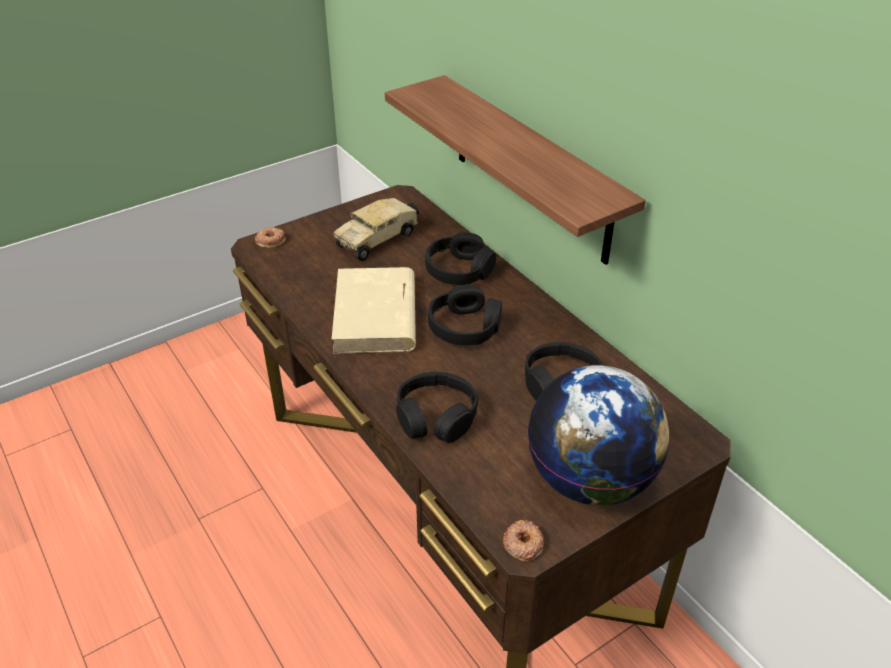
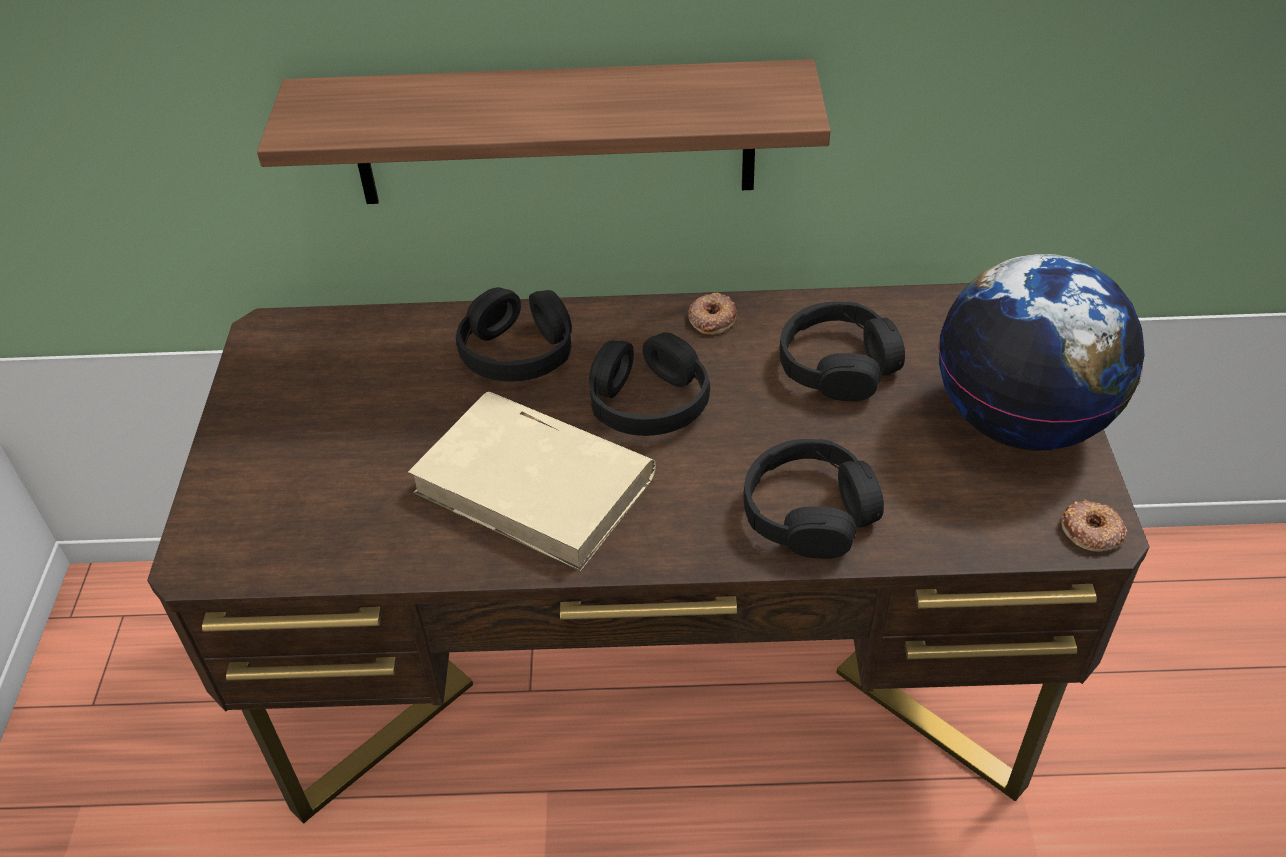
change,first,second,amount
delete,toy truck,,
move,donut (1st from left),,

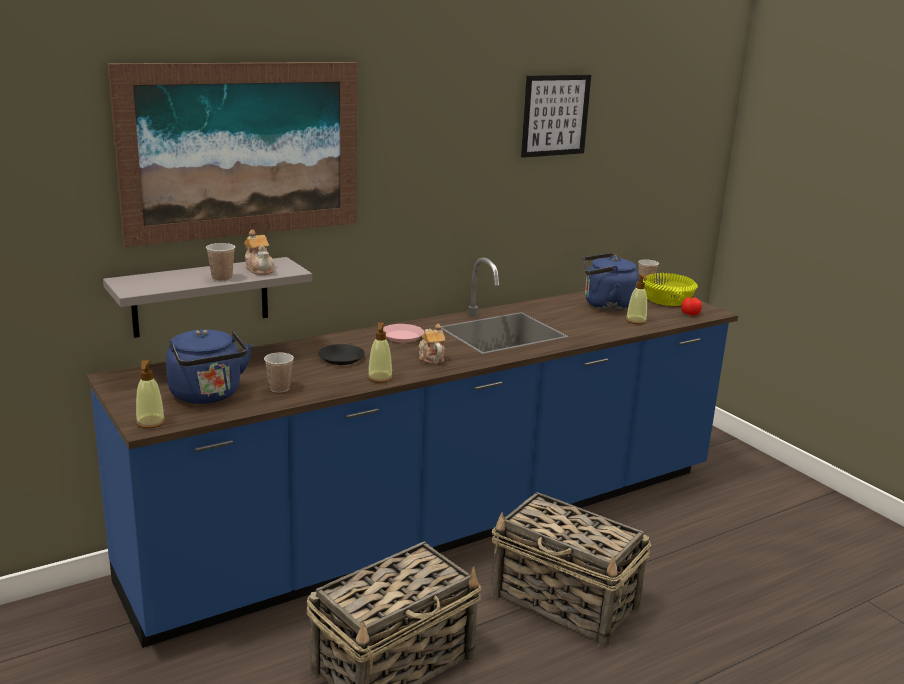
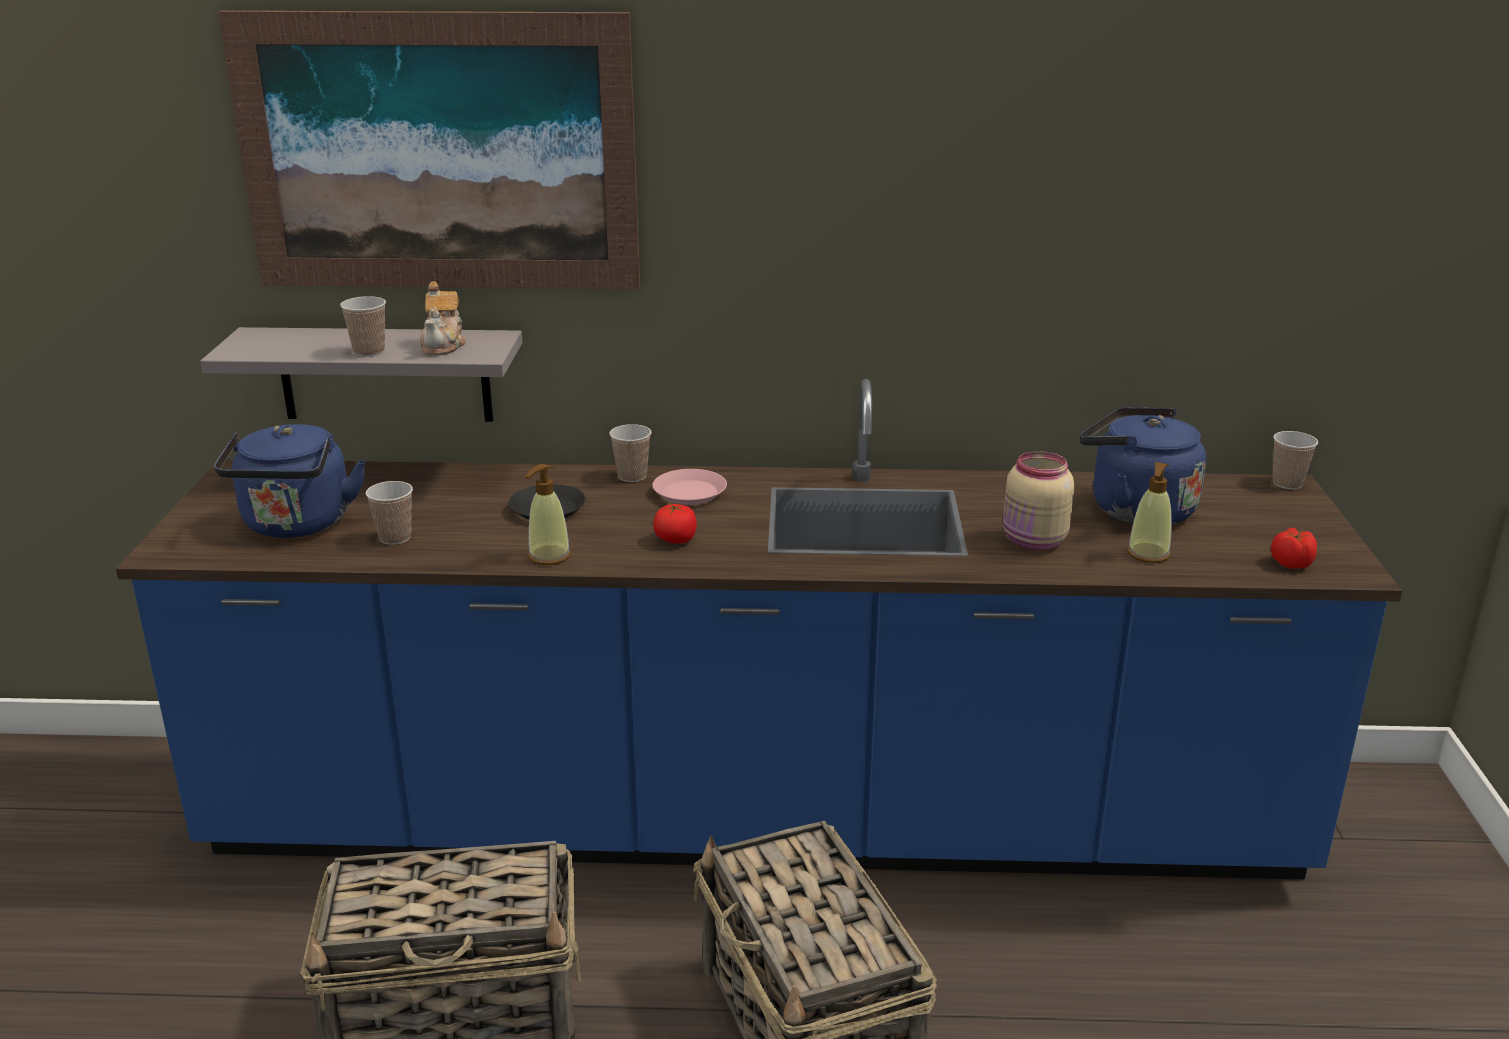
change,first,second,amount
delete,picture (2nd from left),,
delete,yellow bowl,,
replace,teapot (2nd from left),tomato (1st from left),
delete,soap dispenser (1st from left),,
insert,,cup (3rd from left),
insert,,beige jar,

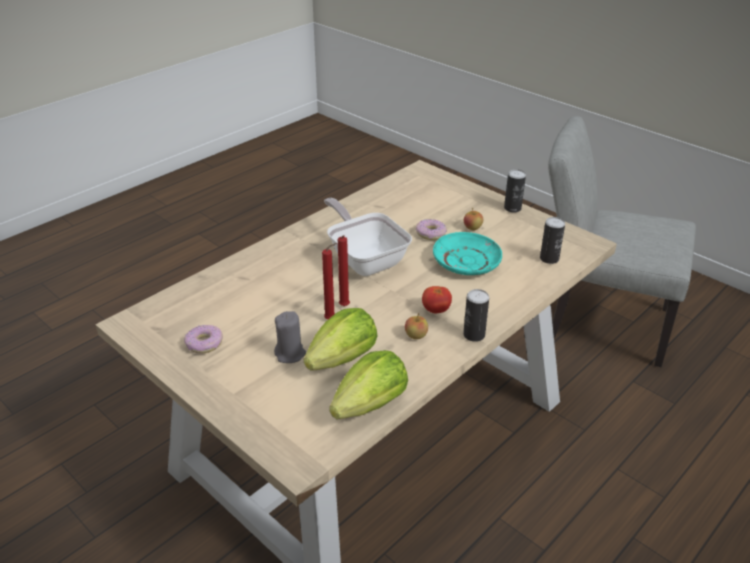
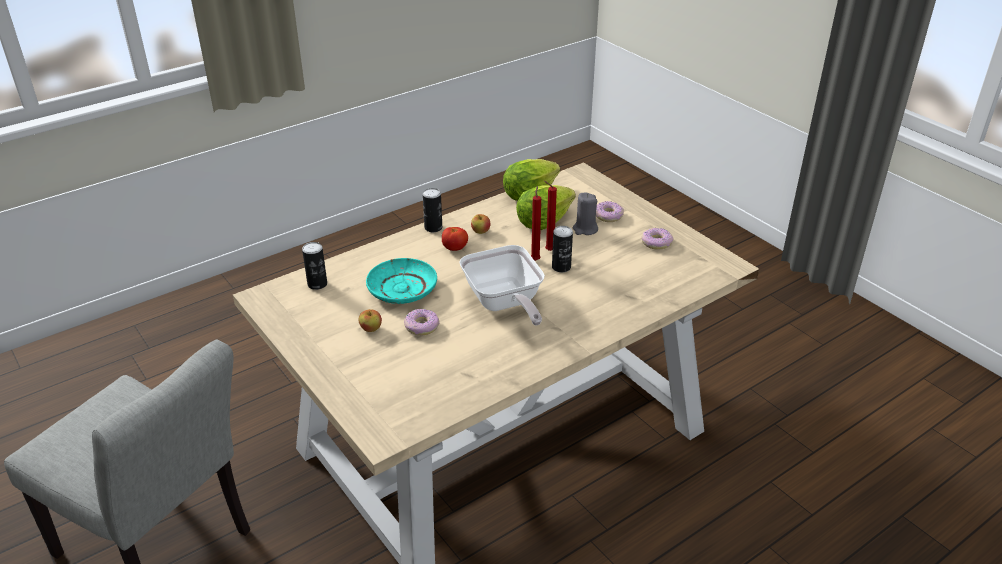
change,first,second,amount
move,can (2nd from left in the first image),can (3rd from left),
insert,,donut (2nd from left),

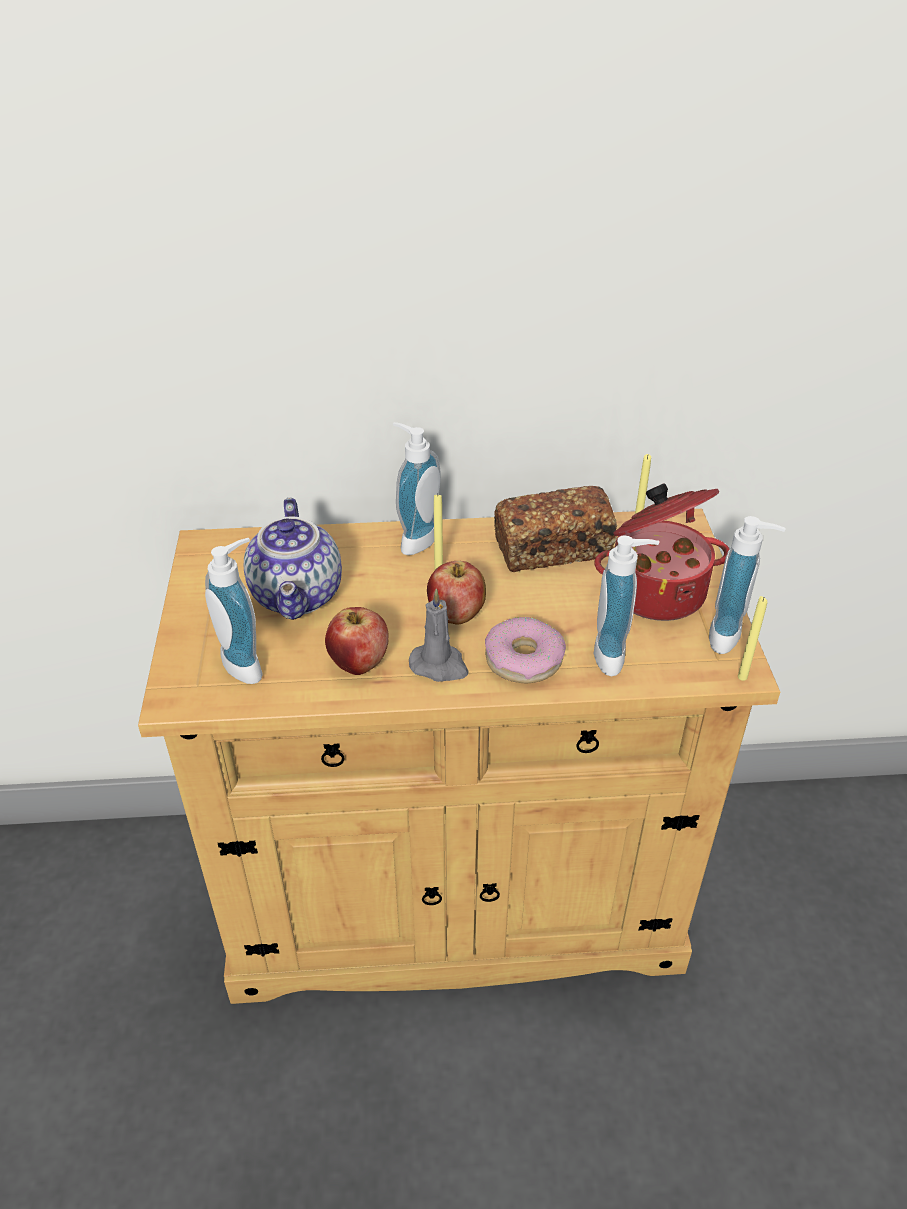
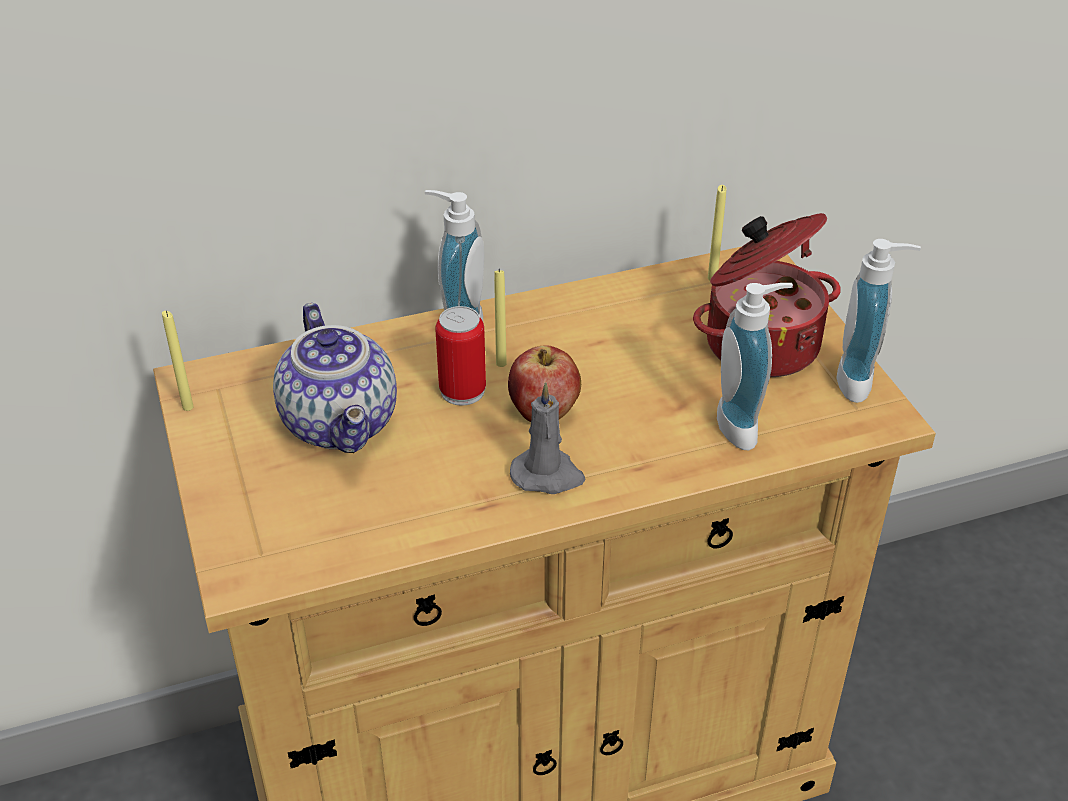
change,first,second,amount
delete,bread,,
delete,soap dispenser (1st from left),,
move,yellow candle (3rd from left in the first image),yellow candle (1st from left),
delete,apple (1st from left),,
delete,donut,,
insert,,can,

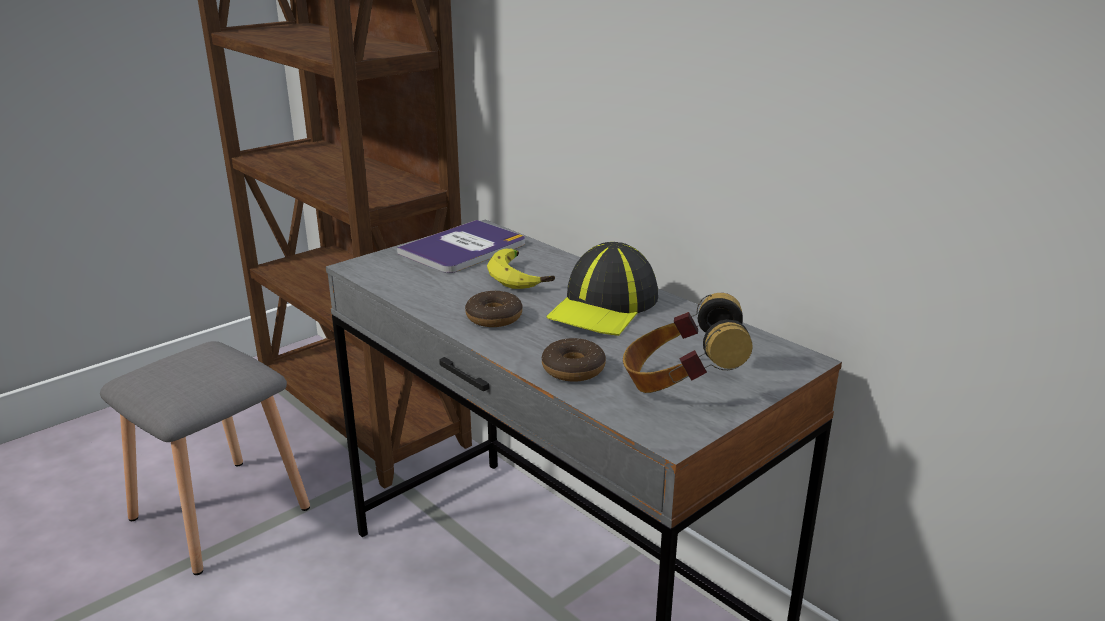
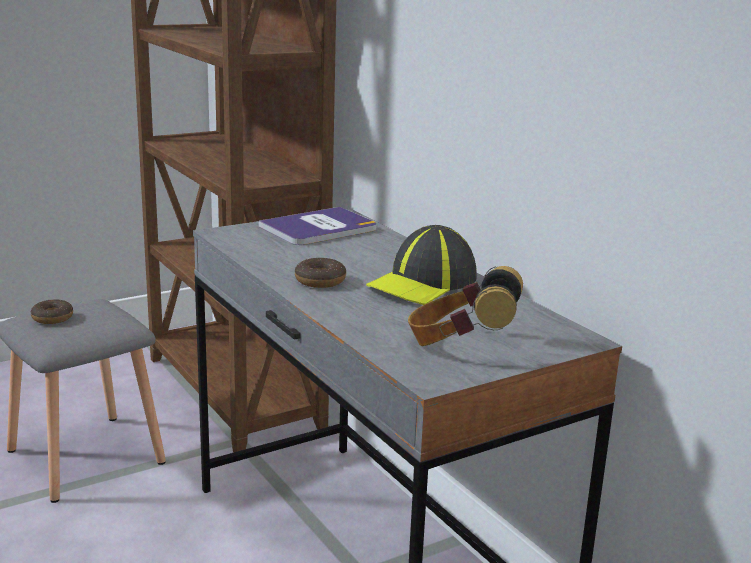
change,first,second,amount
delete,banana,,
move,donut (2nd from left in the first image),donut (1st from left),

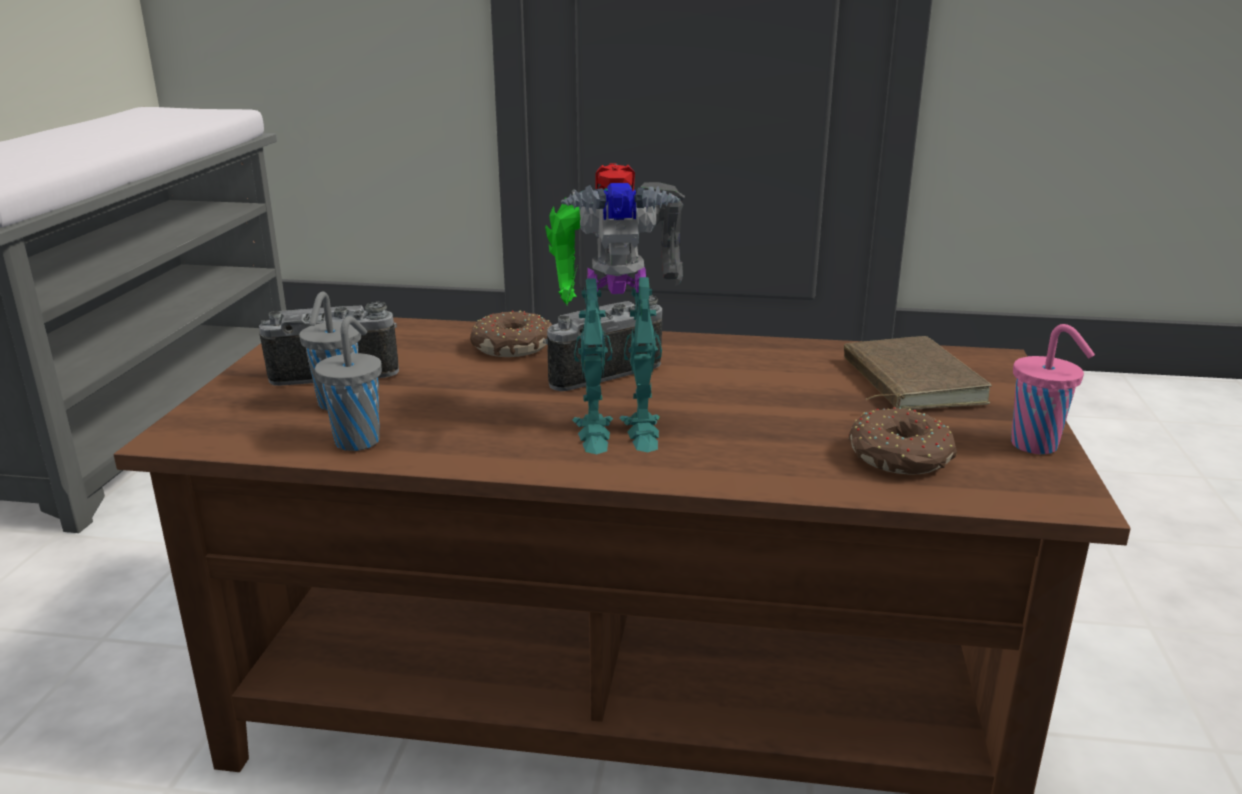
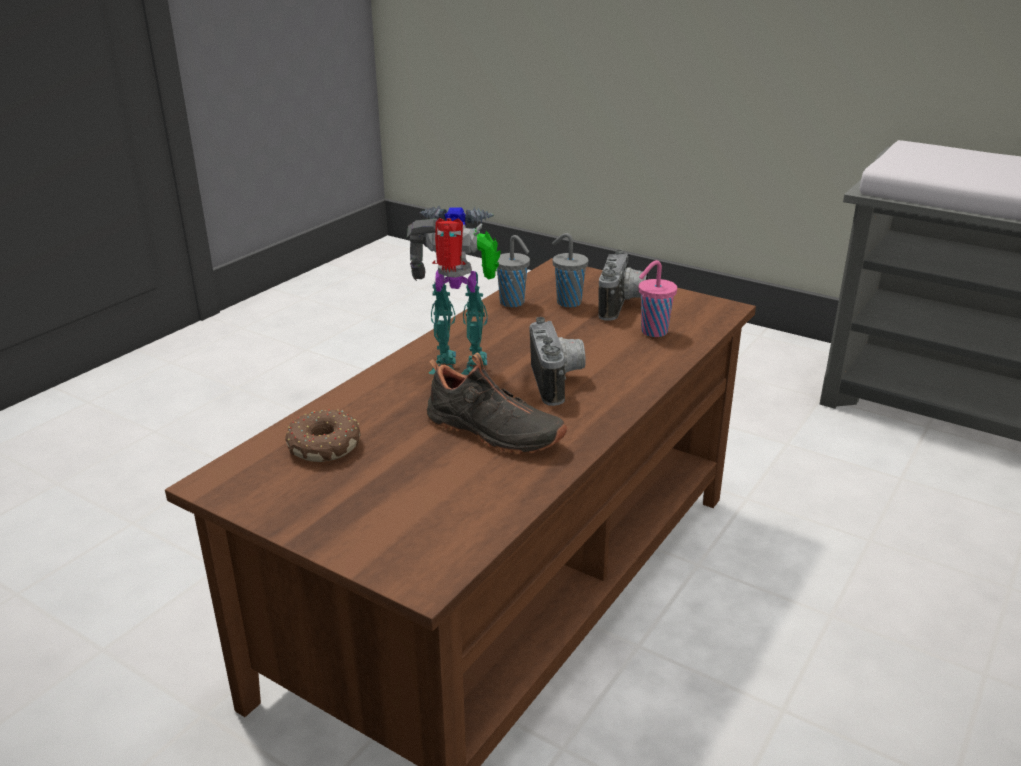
change,first,second,amount
rotate,toy robot,,75 degrees clockwise
delete,donut (1st from left),,
move,pink cup,,
delete,brown book,,
insert,,black shoe,

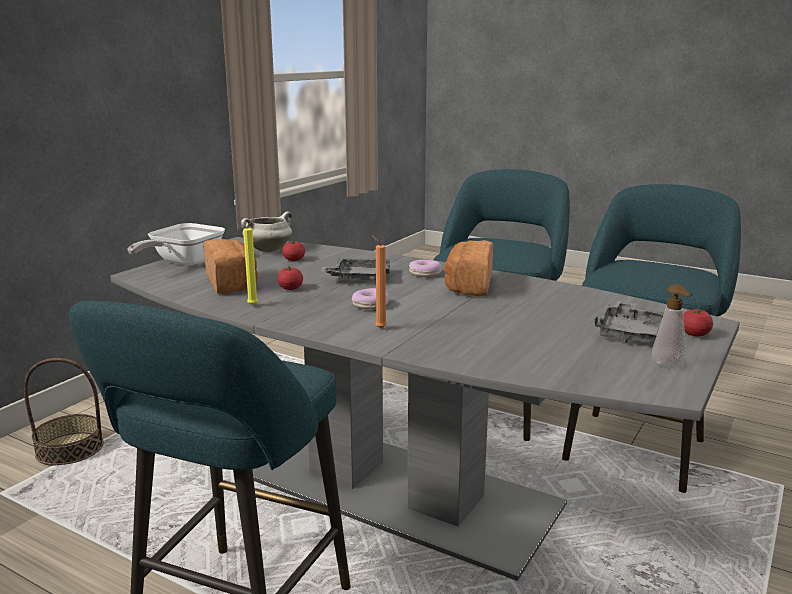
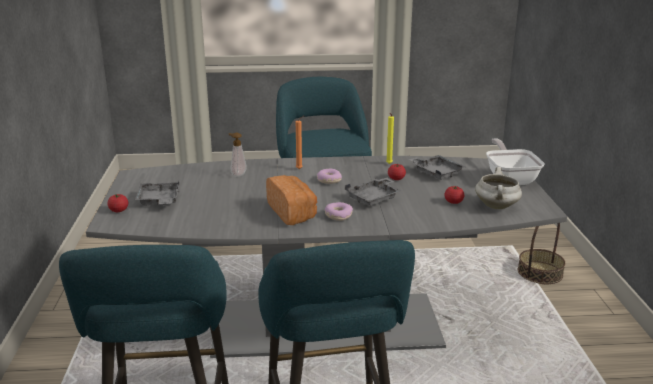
change,first,second,amount
replace,bread (1st from left),grey tray (3rd from left),
move,soap dispenser,,

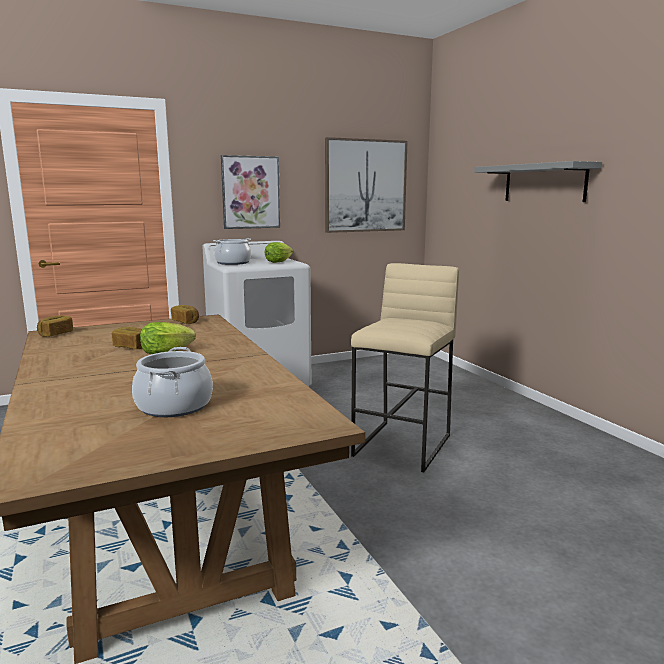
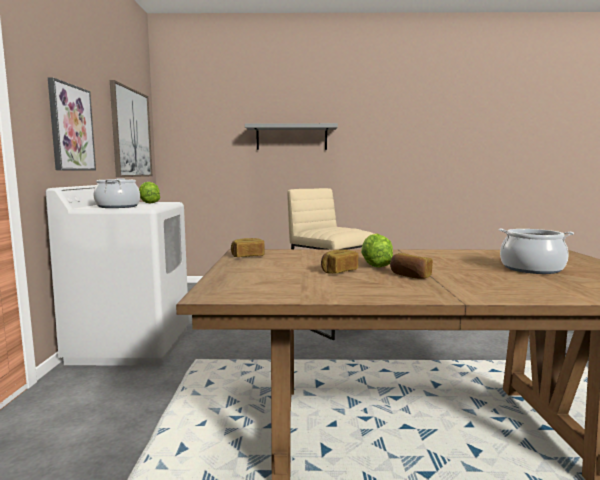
change,first,second,amount
move,bread (1st from left in the first image),bread (3rd from left),

